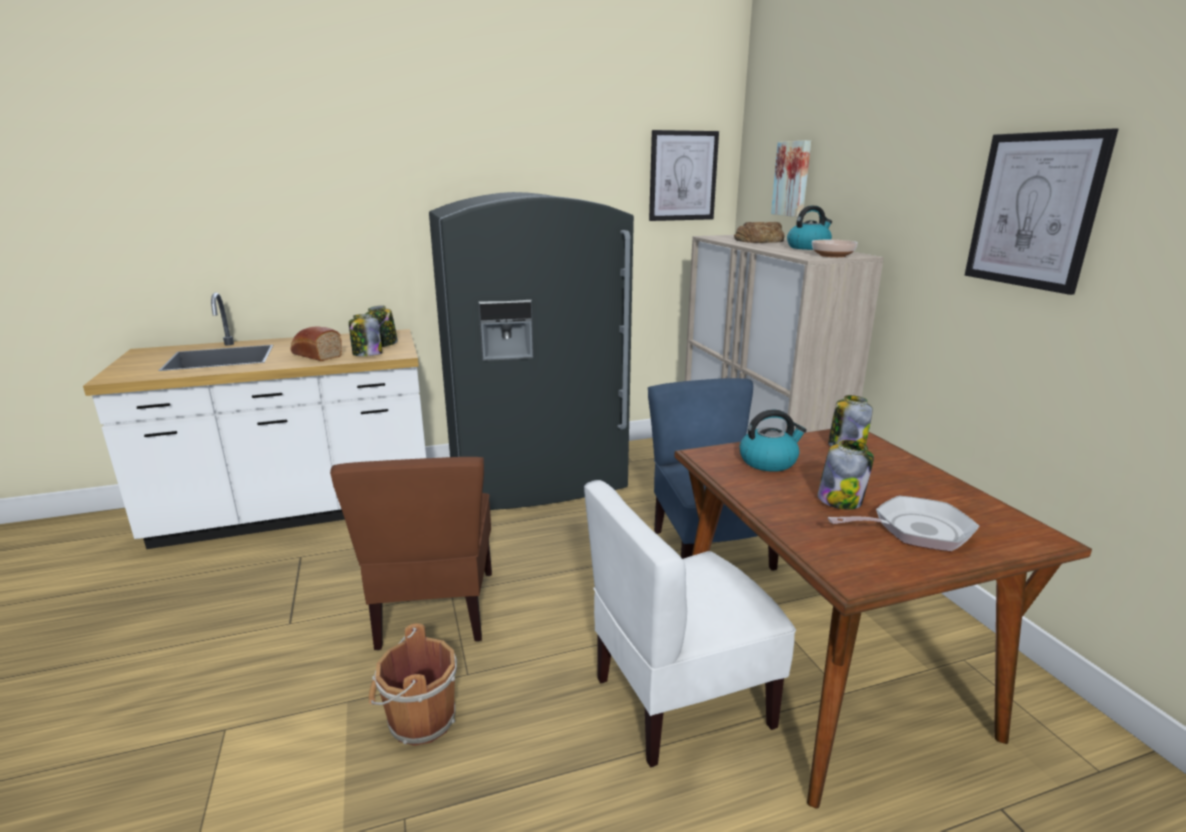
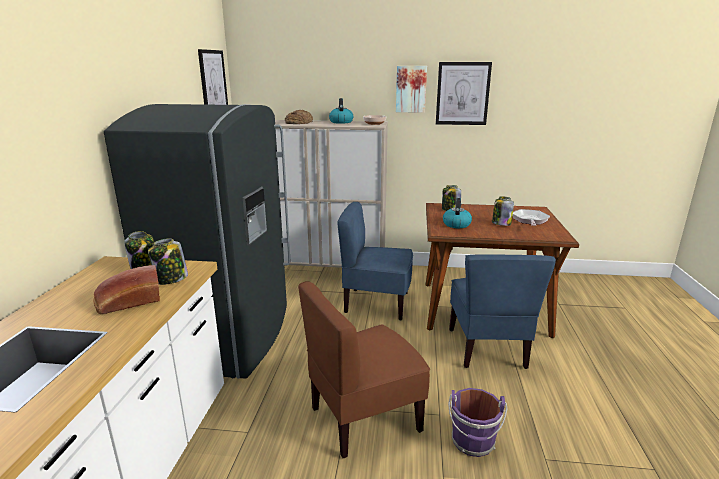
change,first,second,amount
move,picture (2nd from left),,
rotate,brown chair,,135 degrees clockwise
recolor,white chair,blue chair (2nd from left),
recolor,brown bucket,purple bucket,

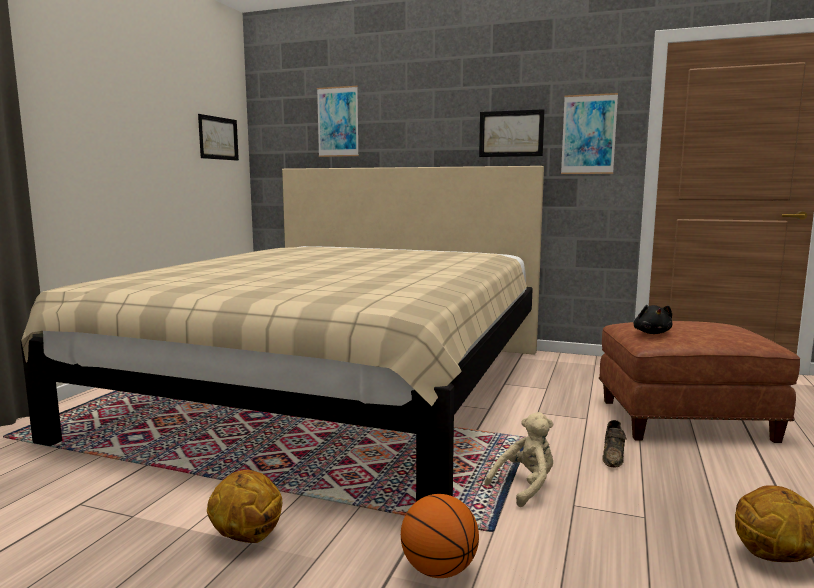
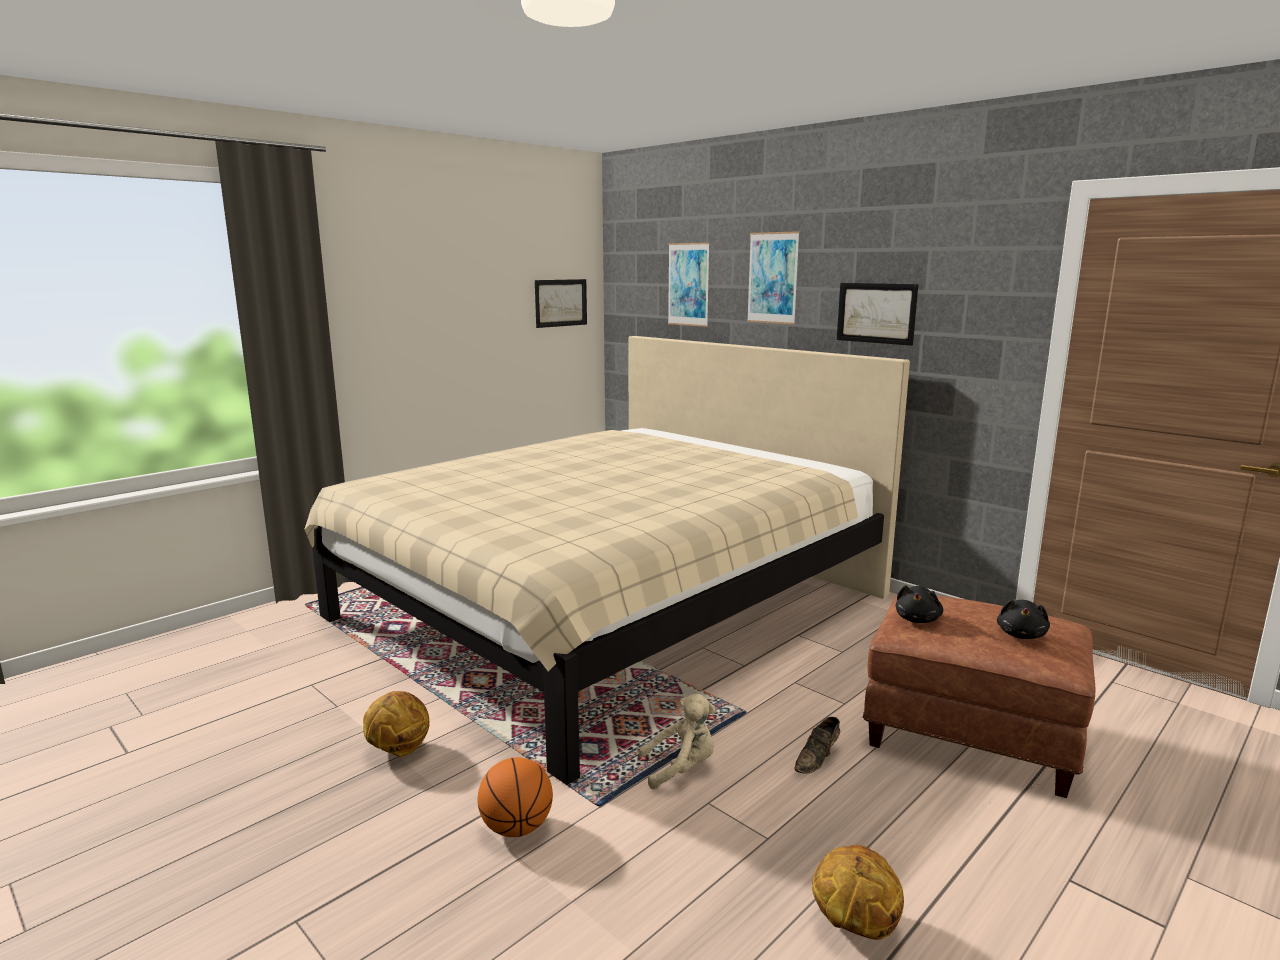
change,first,second,amount
move,picture (4th from left in the first image),picture (3rd from left),
insert,,black plush toy (2nd from left),

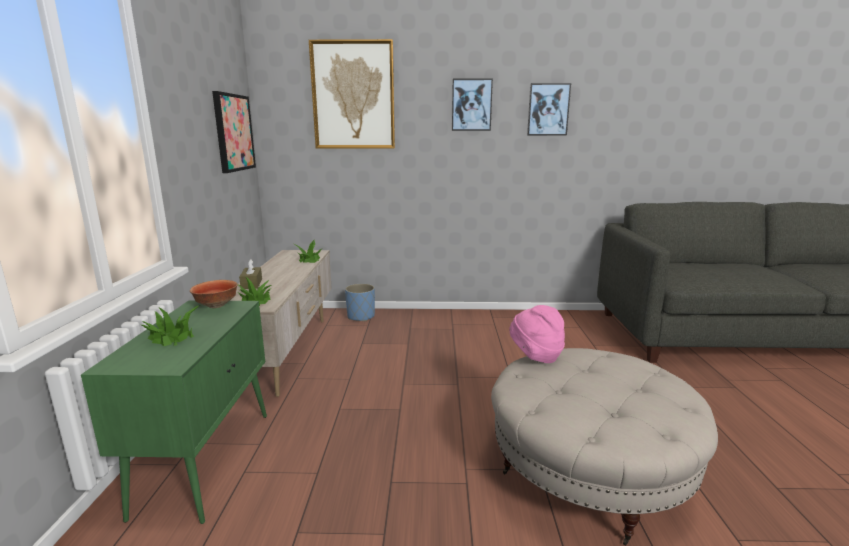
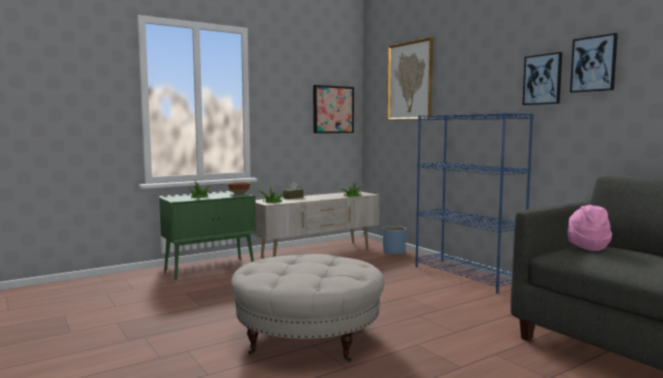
change,first,second,amount
move,picture (3rd from left in the first image),picture (4th from left),
move,pink hat,,
insert,,blue bookcase,

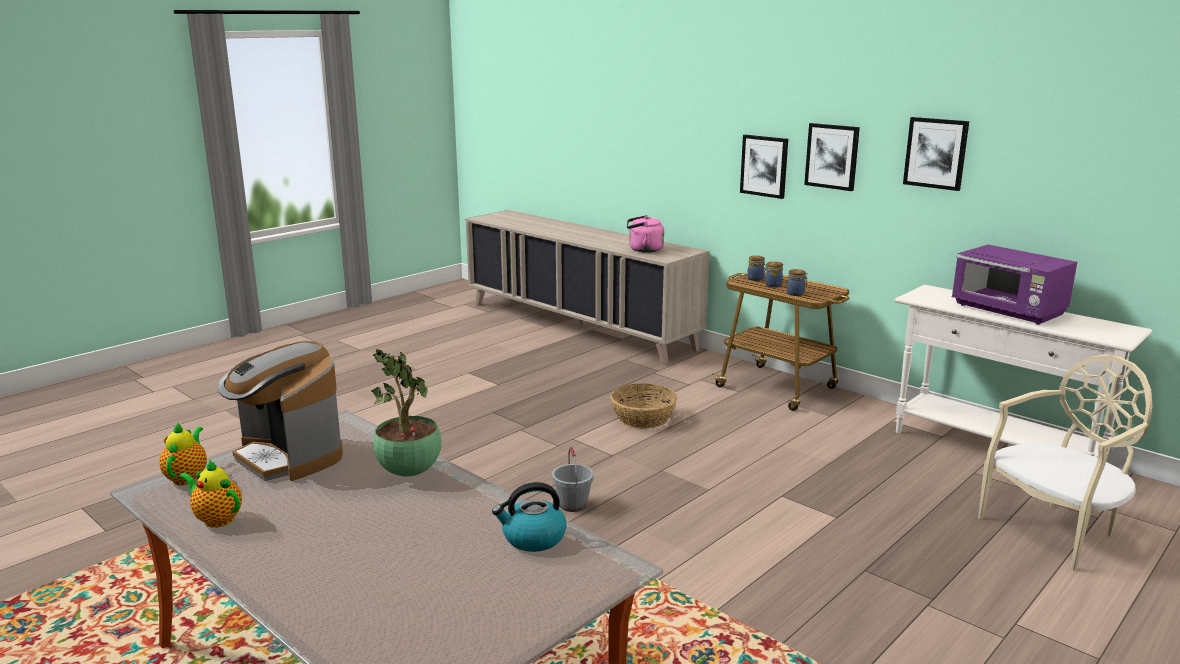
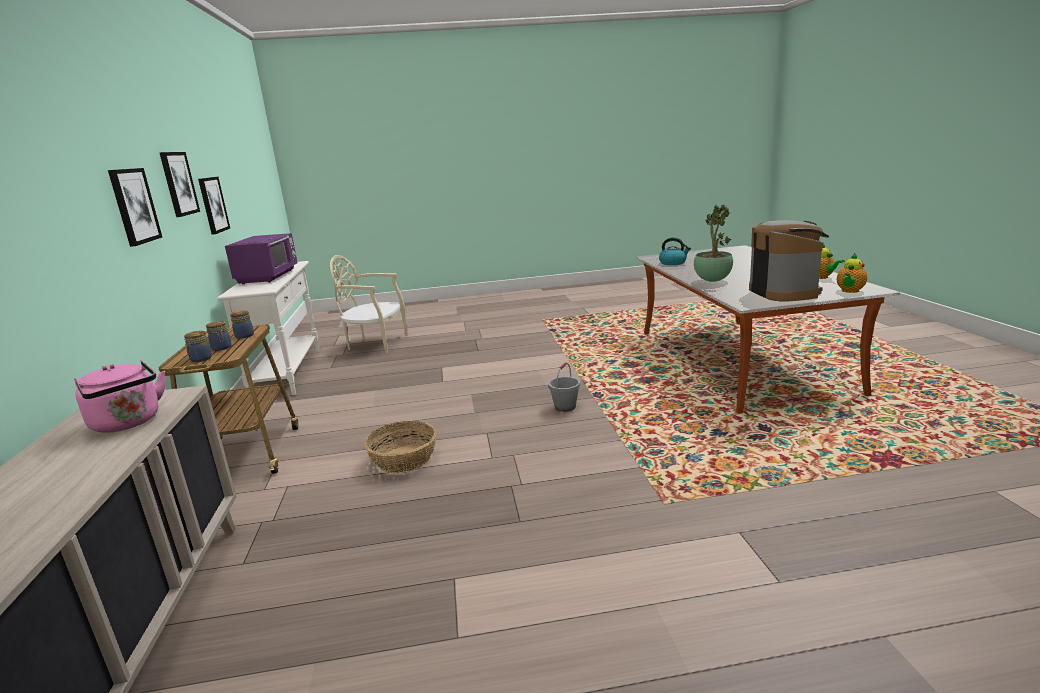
change,first,second,amount
move,picture (1st from left in the first image),picture (3rd from left),

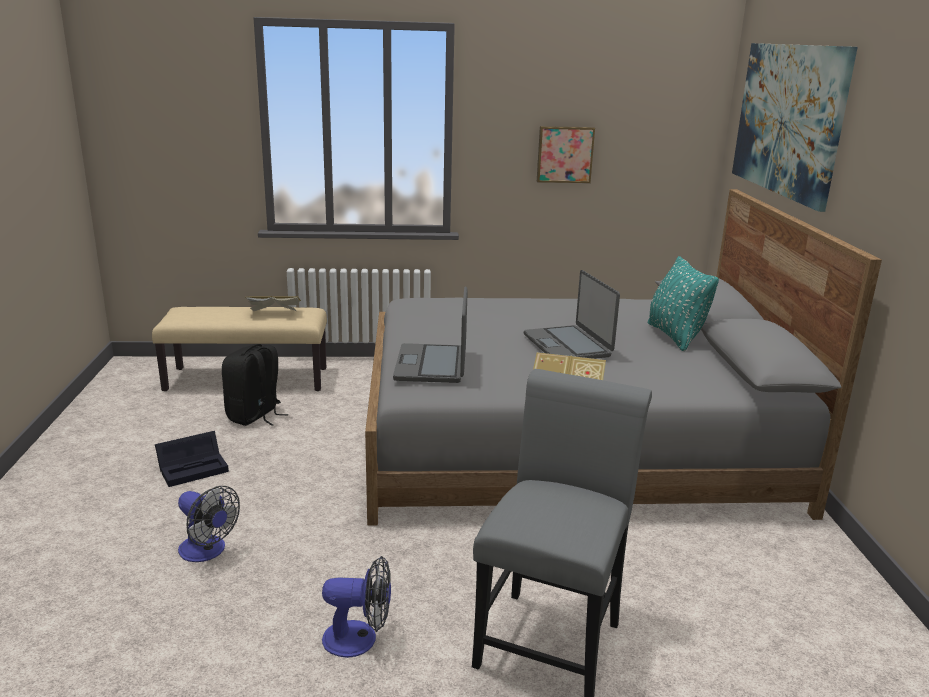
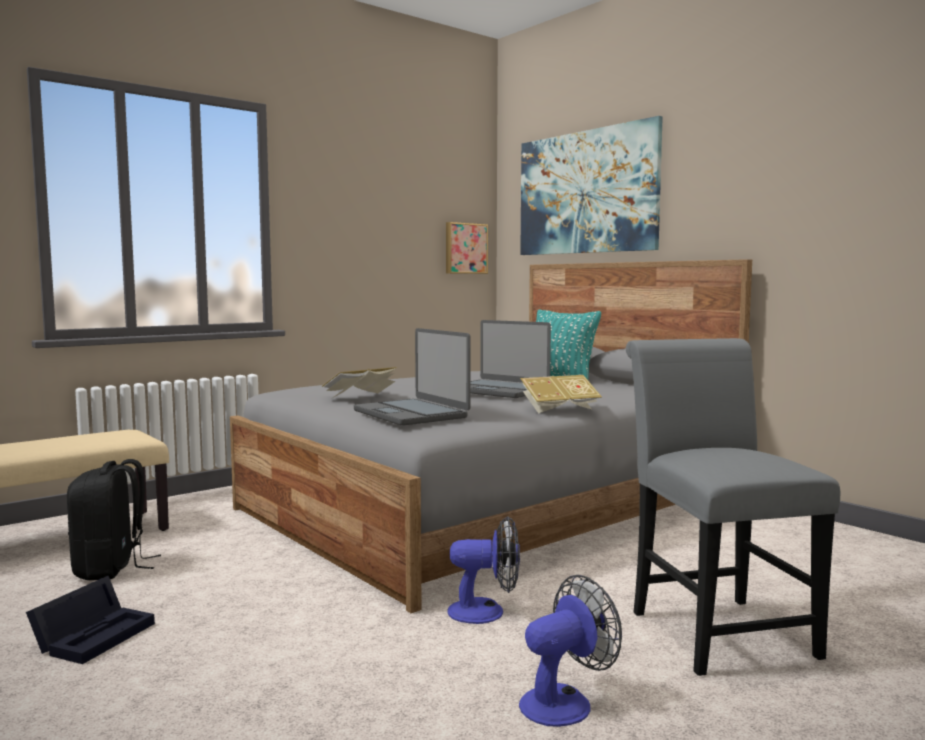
change,first,second,amount
move,picture (1st from left),,
move,book (1st from left),,
move,fan (1st from left),,

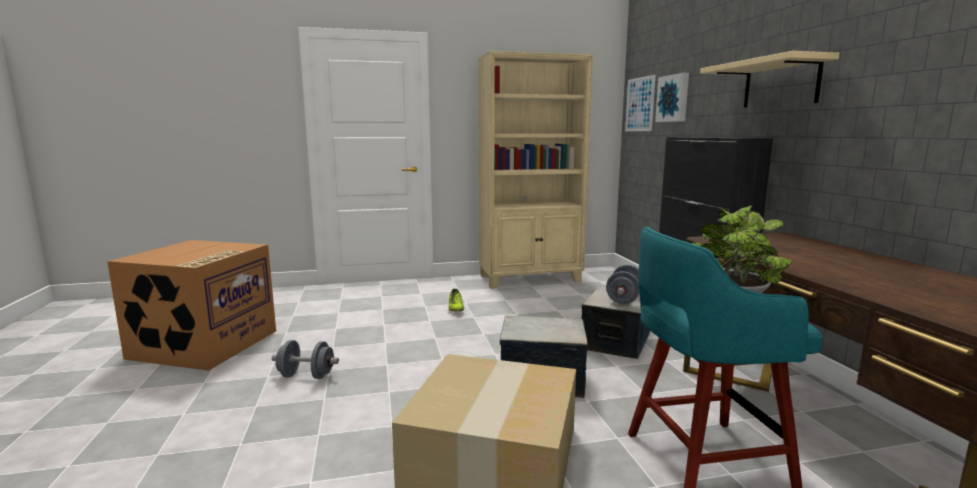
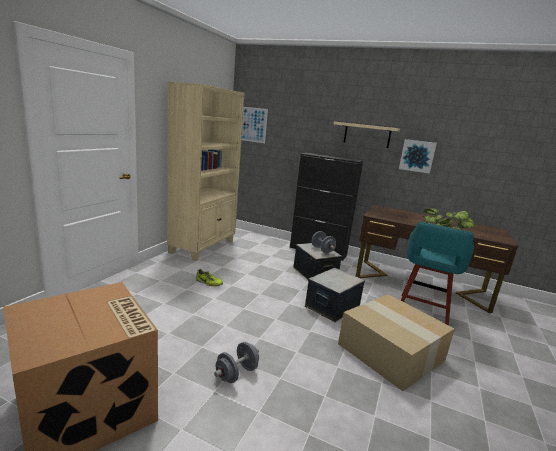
change,first,second,amount
move,picture (2nd from left),,

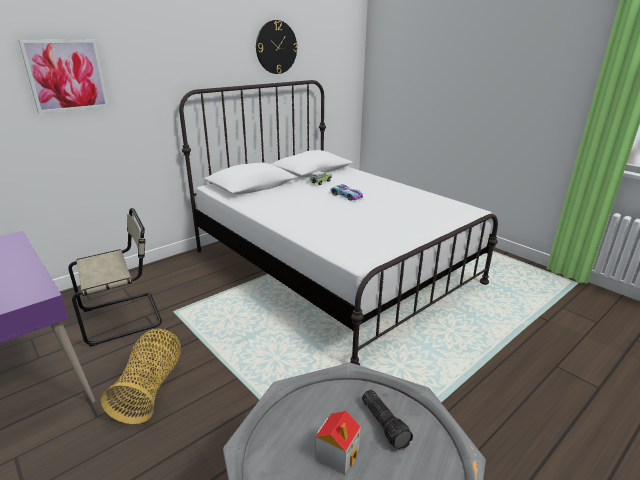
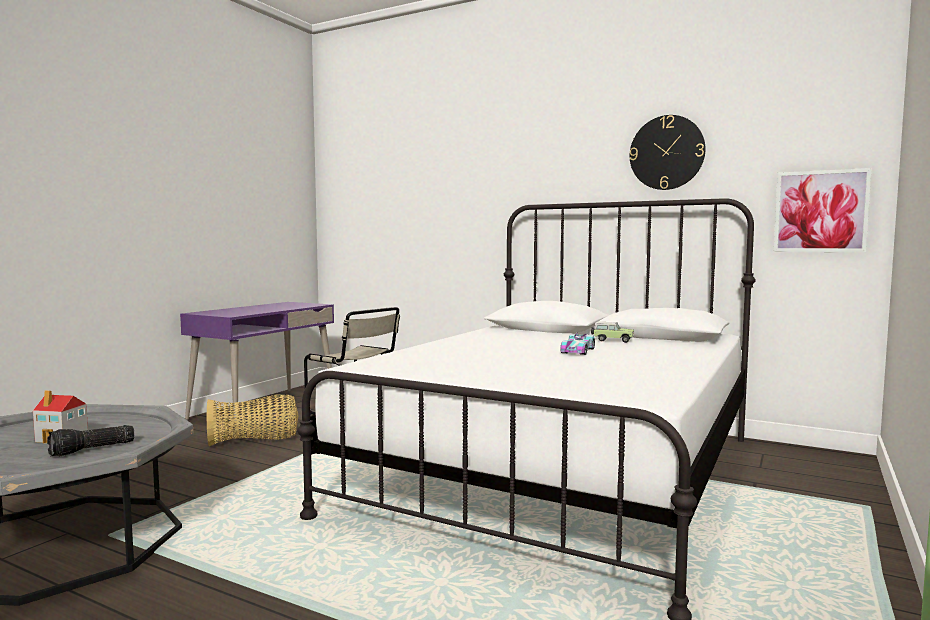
change,first,second,amount
move,picture,,

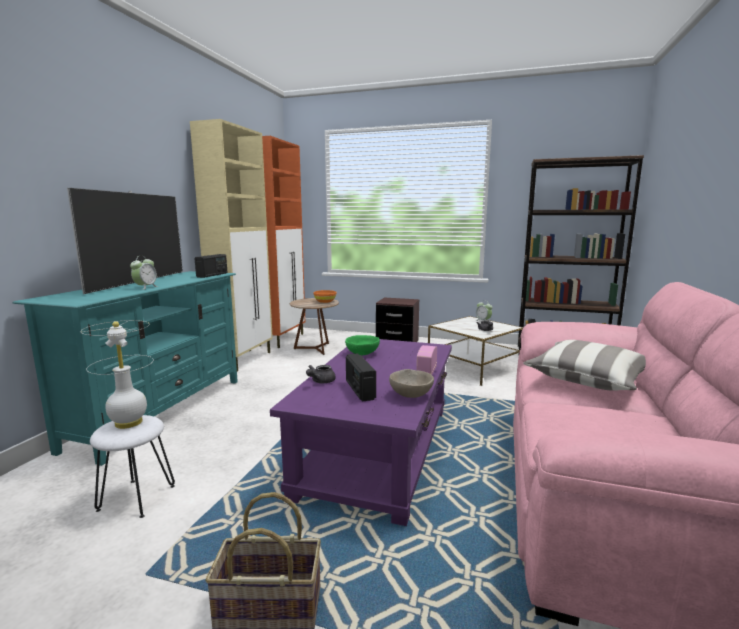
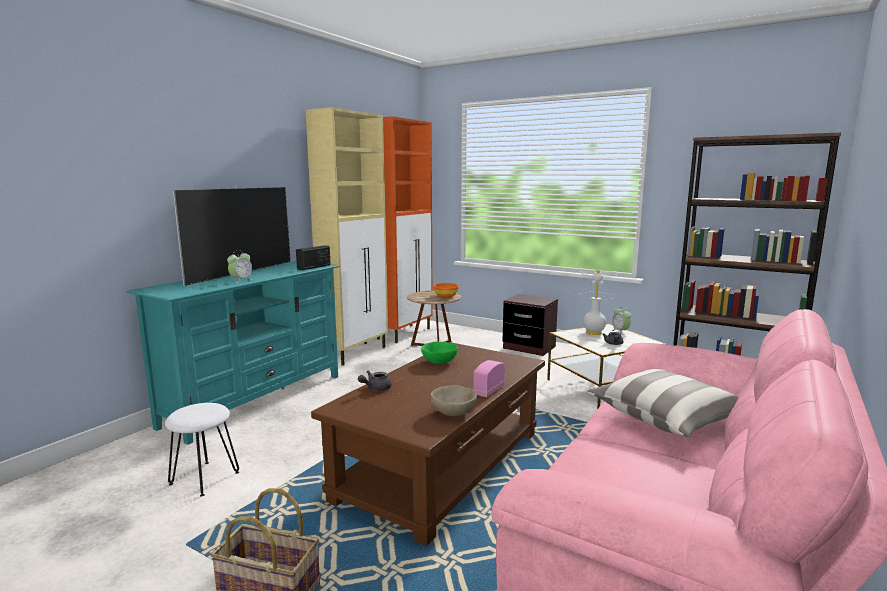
change,first,second,amount
move,white table lamp,,
recolor,purple coffee table,brown coffee table,
delete,radio (2nd from left),,

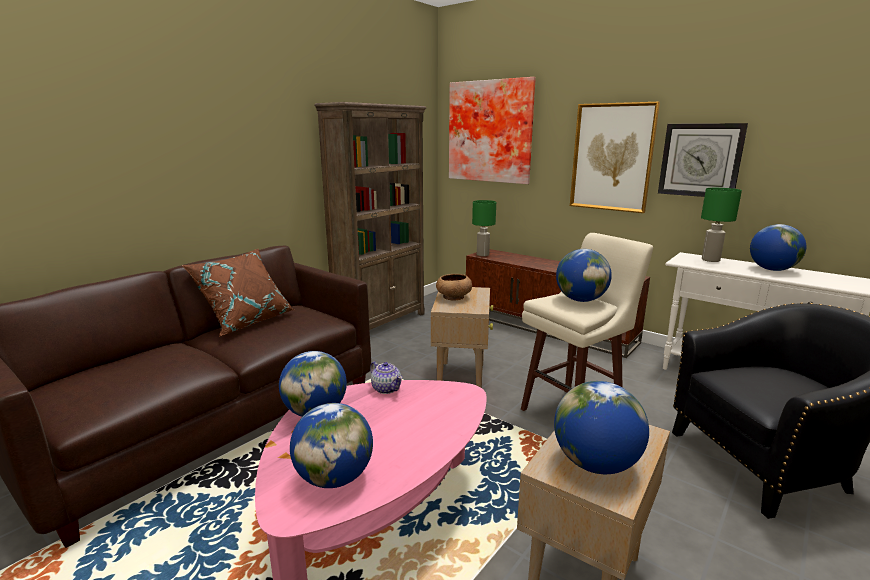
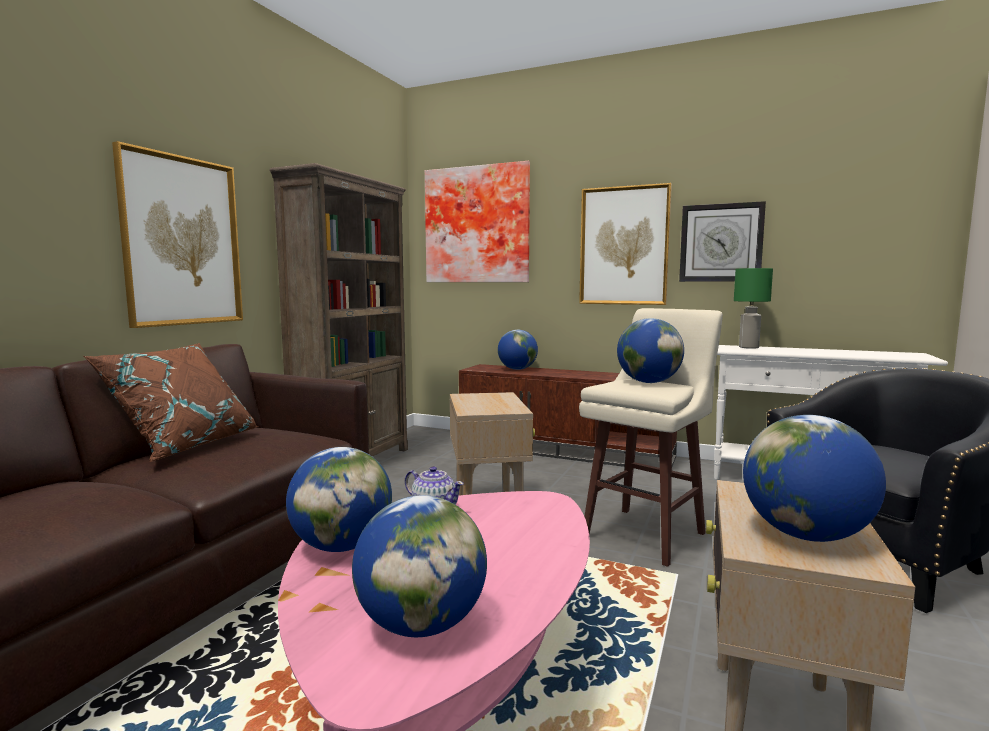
change,first,second,amount
delete,green table lamp (1st from left),,
move,globe (5th from left in the first image),globe (3rd from left),
delete,brown bowl,,
insert,,picture (1st from left),

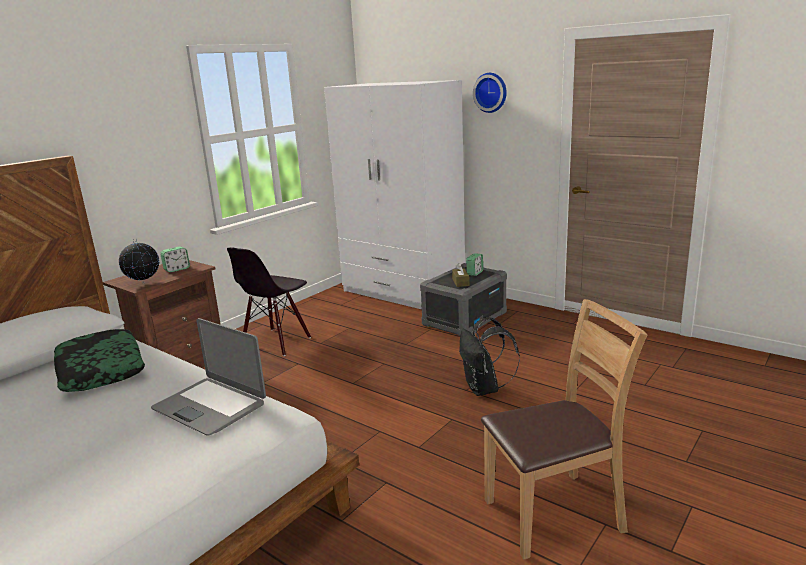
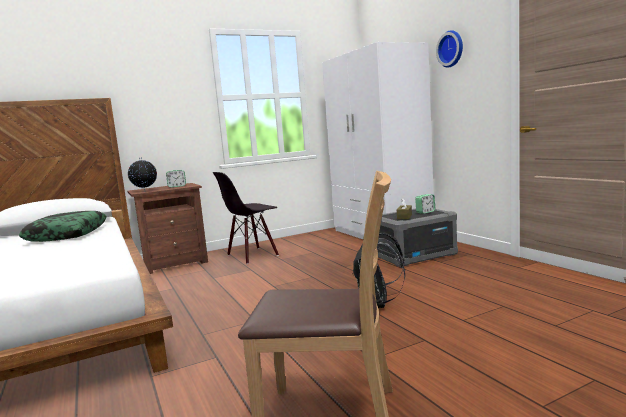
change,first,second,amount
delete,laptop,,

